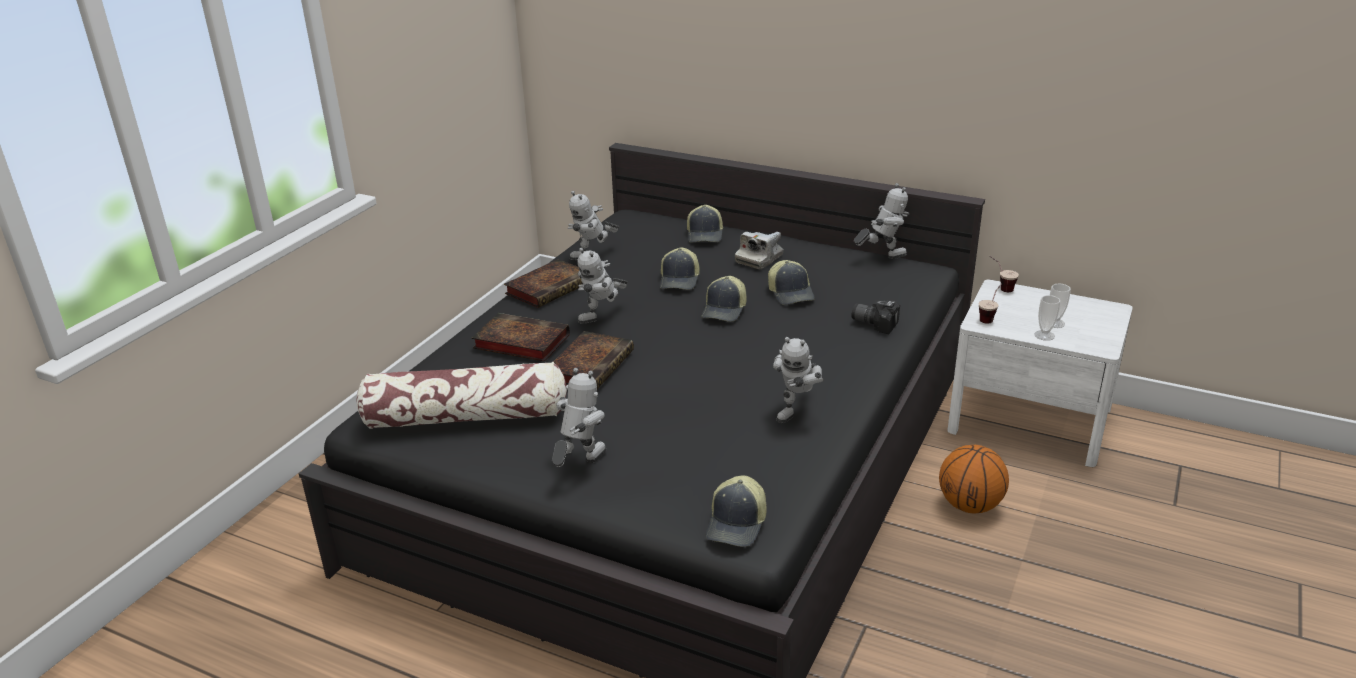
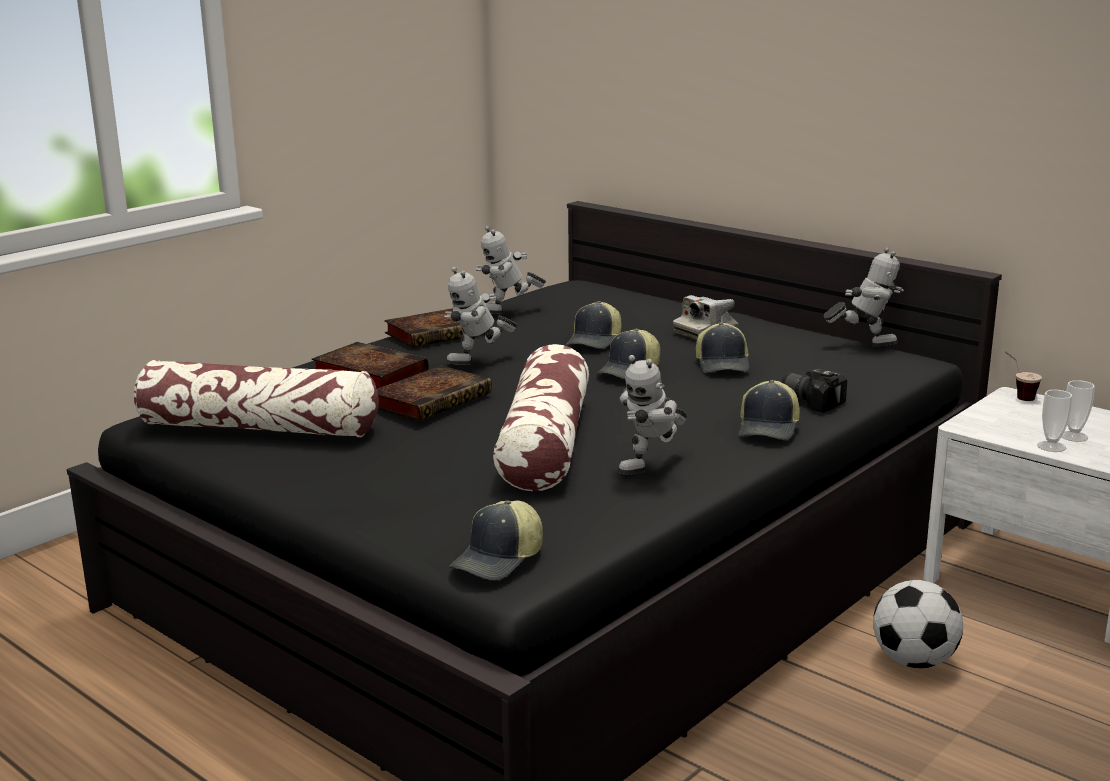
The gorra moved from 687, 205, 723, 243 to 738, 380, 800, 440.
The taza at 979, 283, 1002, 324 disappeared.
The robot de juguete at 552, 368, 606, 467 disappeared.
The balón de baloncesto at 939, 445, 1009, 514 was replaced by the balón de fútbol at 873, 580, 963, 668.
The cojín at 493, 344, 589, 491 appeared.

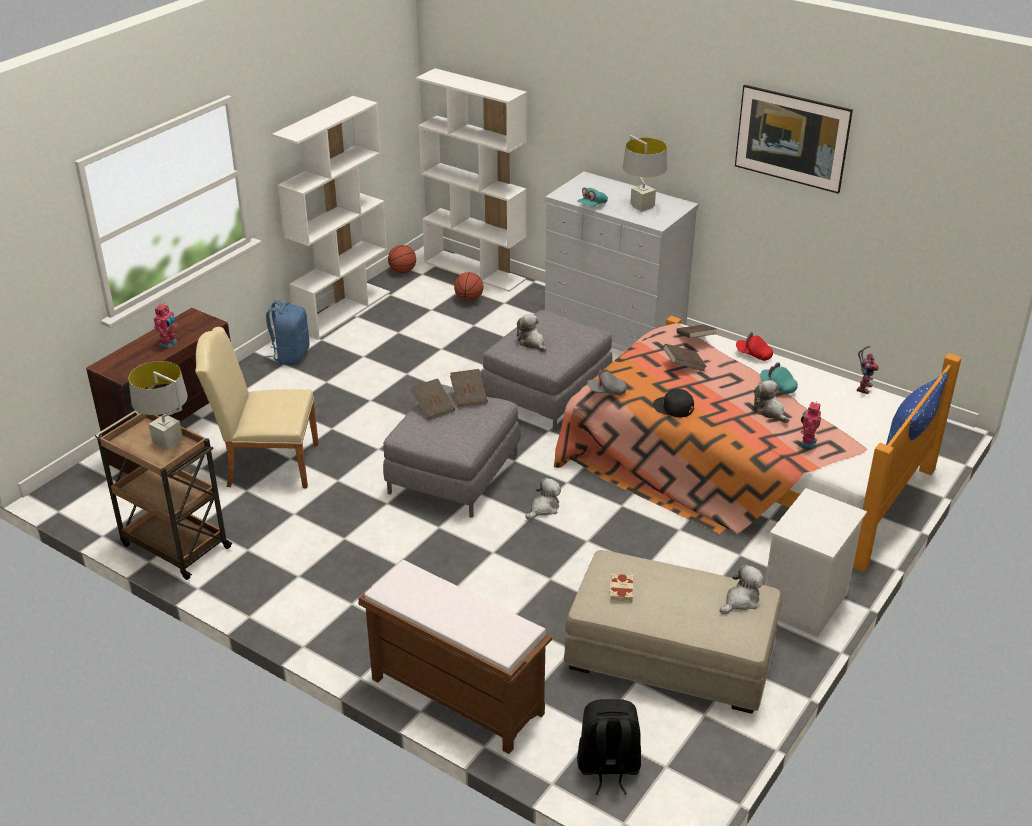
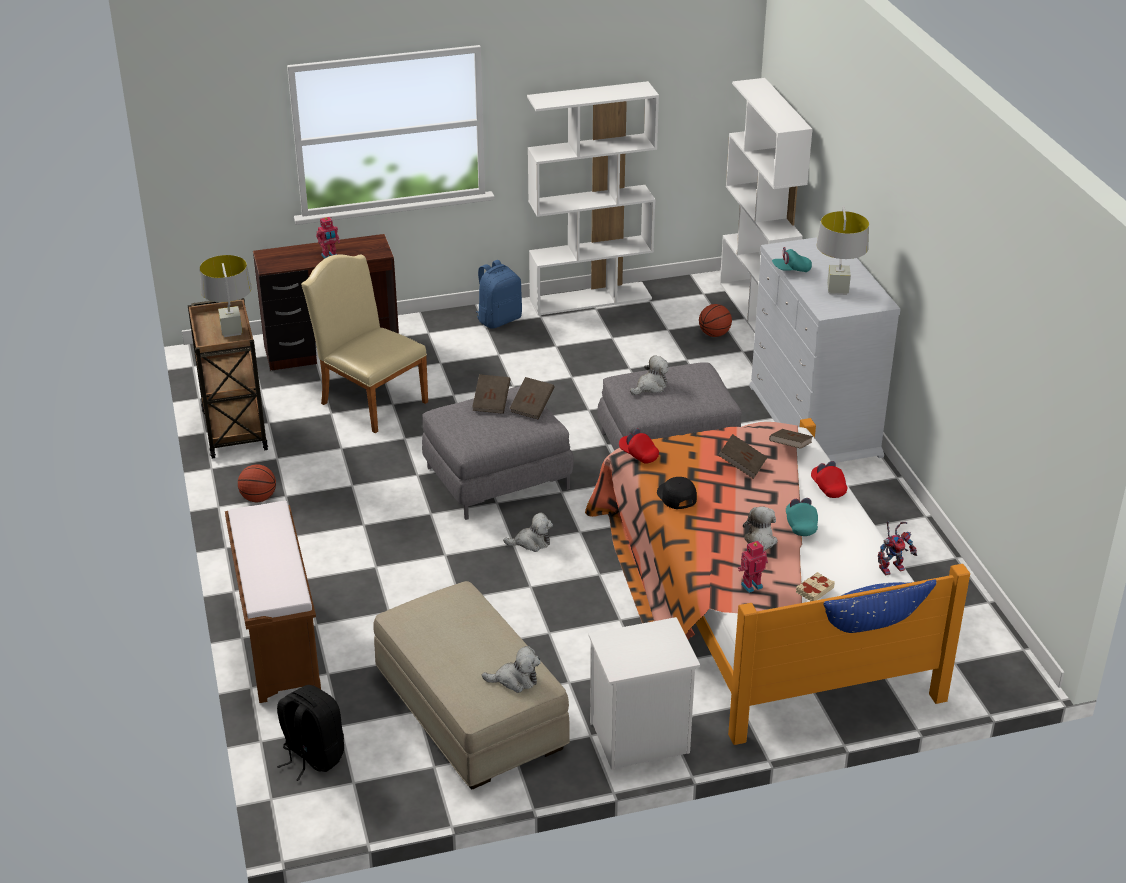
The cuadro at 735, 85, 853, 194 disappeared.
The balón de baloncesto moved from 388, 245, 416, 273 to 238, 464, 276, 502.
The peluche at 517, 314, 547, 352 turned 45 degrees clockwise.
The gorra [gris] at 587, 369, 627, 395 became the gorra [rojo] at 619, 429, 659, 464.
The libro [beis] moved from 609, 573, 634, 602 to 796, 572, 835, 601.

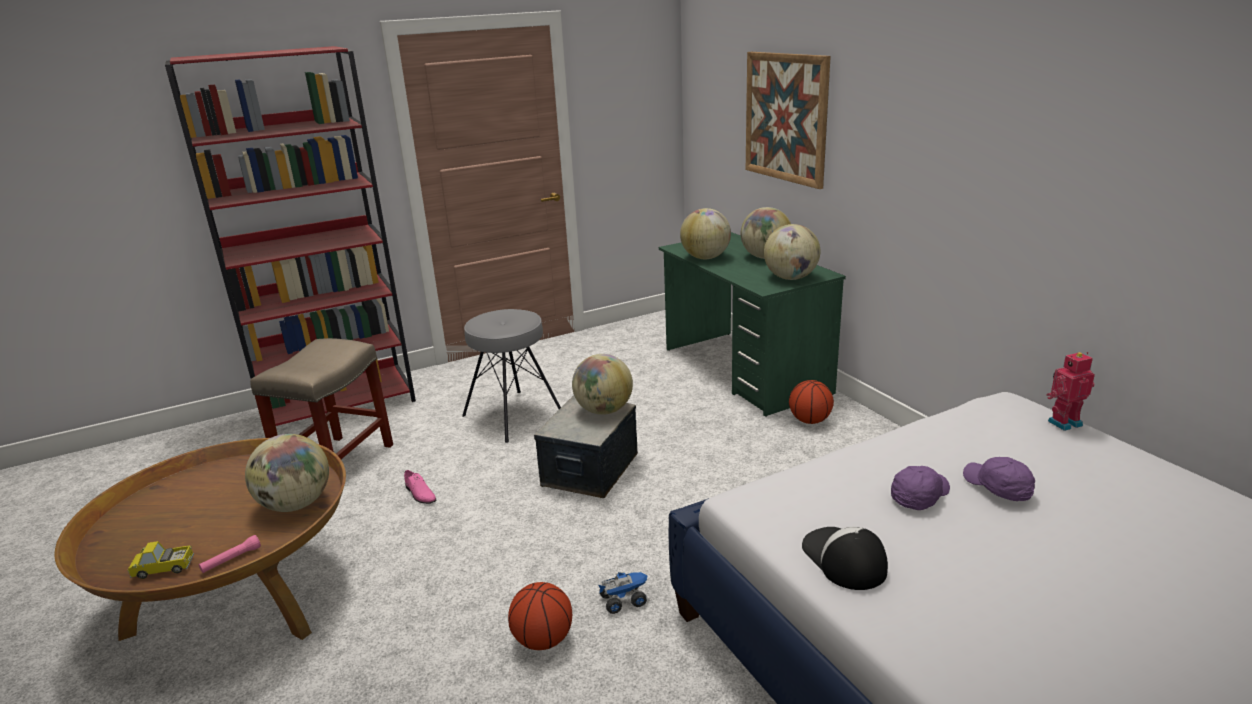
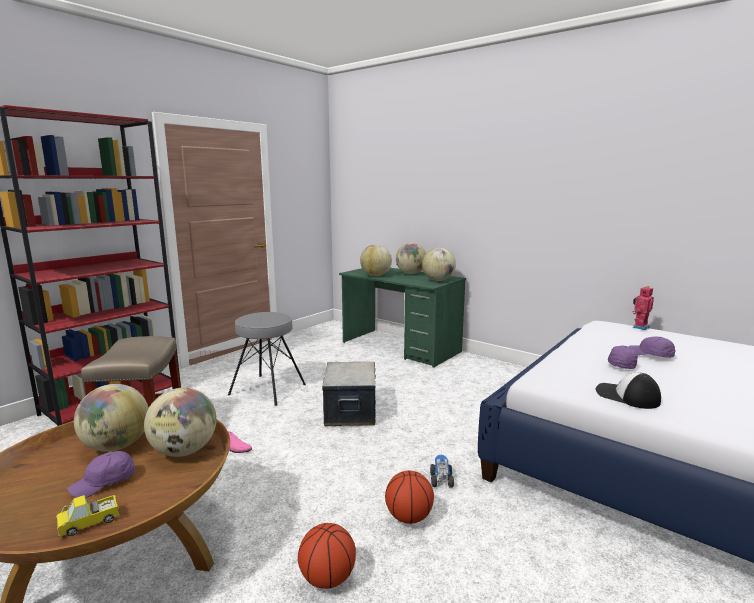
The cuadro at 746, 52, 831, 189 disappeared.
The globo terráqueo moved from 572, 354, 633, 415 to 74, 384, 148, 452.
The balón de baloncesto moved from 789, 380, 834, 424 to 298, 523, 356, 589.
The linterna [rosa] at 199, 535, 261, 573 disappeared.
The camión de juguete at 598, 572, 647, 614 turned 45 degrees counterclockwise.
The gorra [morado] at 67, 451, 135, 498 appeared.

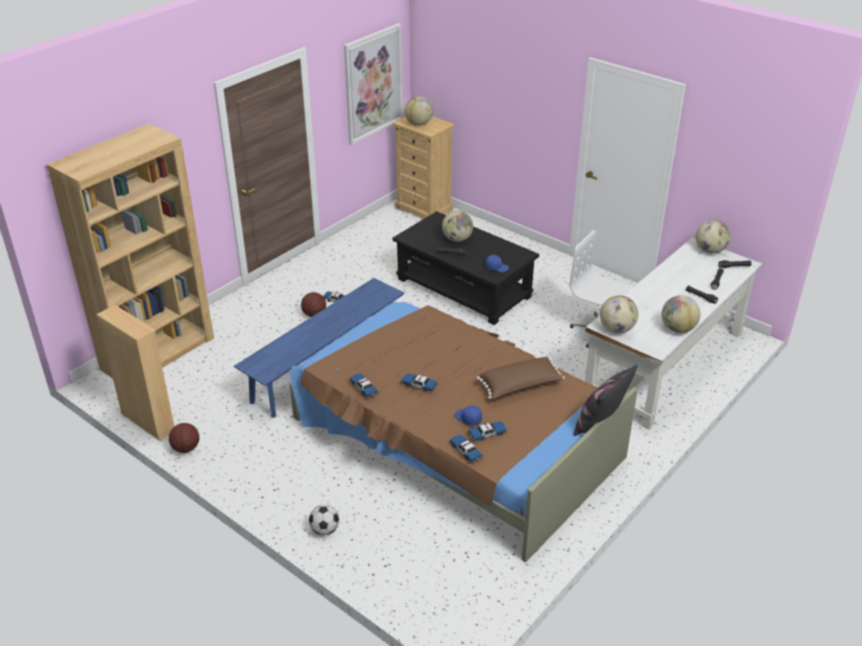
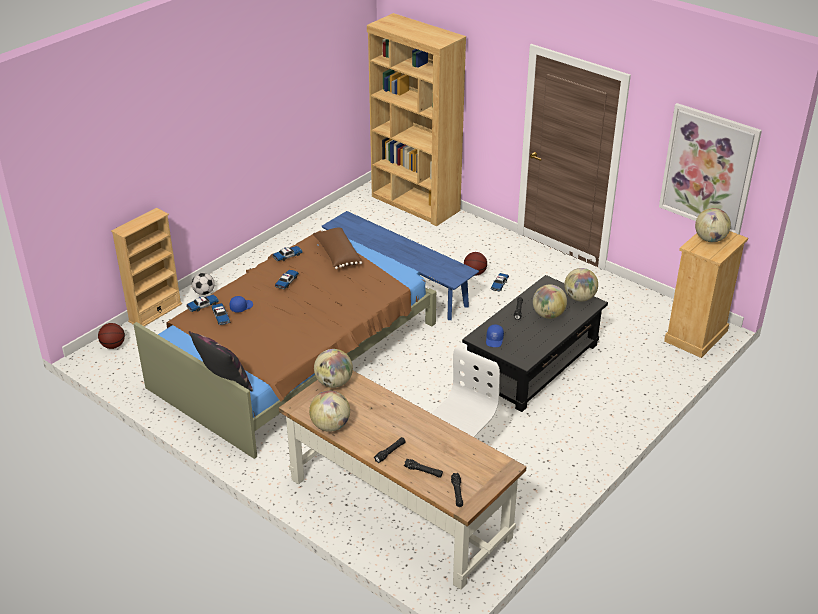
The globo terráqueo moved from 696, 220, 731, 253 to 564, 268, 598, 301.
The escritorio [blanco] at 585, 238, 762, 429 became the escritorio [marrón] at 279, 371, 527, 590.
The estantería [beis] moved from 96, 305, 174, 441 to 111, 208, 182, 326.
The cojín [marrón] moved from 477, 357, 565, 399 to 313, 227, 362, 269.
The balón de baloncesto moved from 169, 423, 199, 453 to 98, 323, 125, 349.

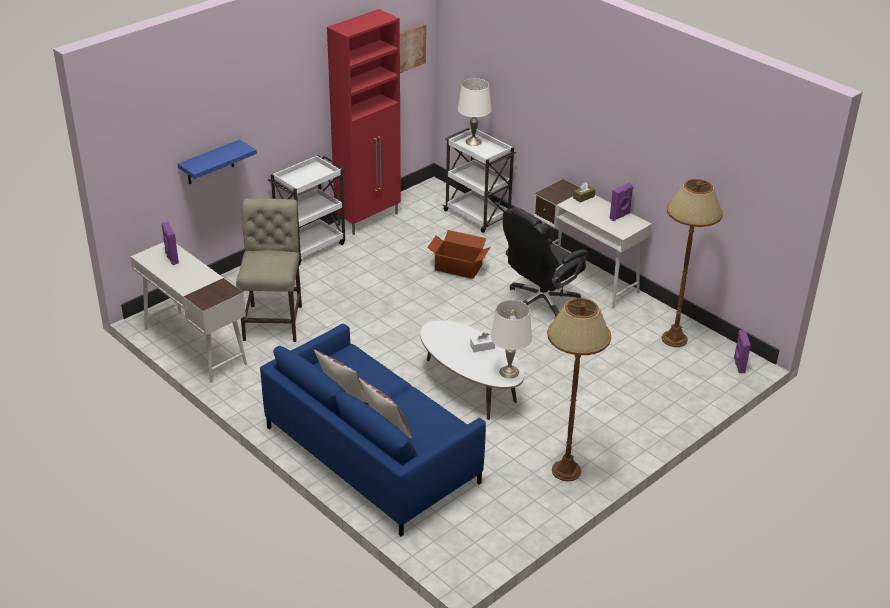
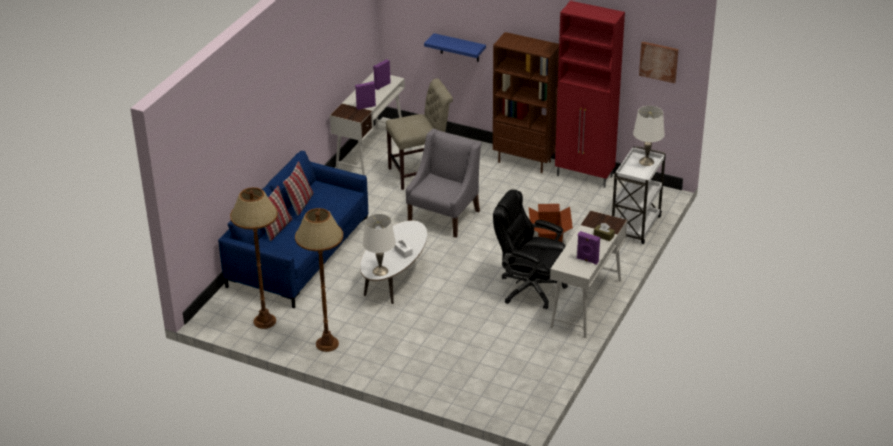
The carrito [blanco] at 268, 155, 345, 265 was replaced by the estantería [marrón] at 493, 32, 559, 173.
The lámpara de pie [marrón] moved from 662, 179, 723, 347 to 230, 187, 278, 329.
The altavoz [morado] moved from 734, 330, 751, 373 to 355, 81, 376, 110.
The sillón [gris] at 406, 129, 481, 238 appeared.

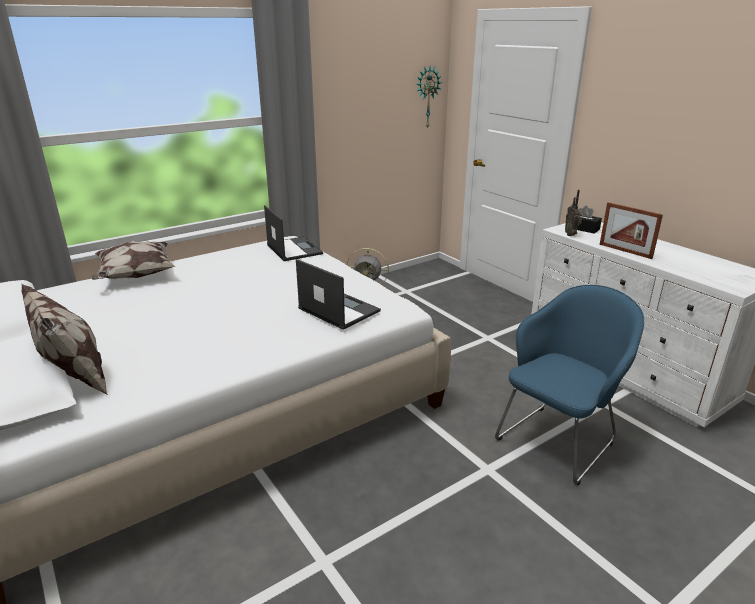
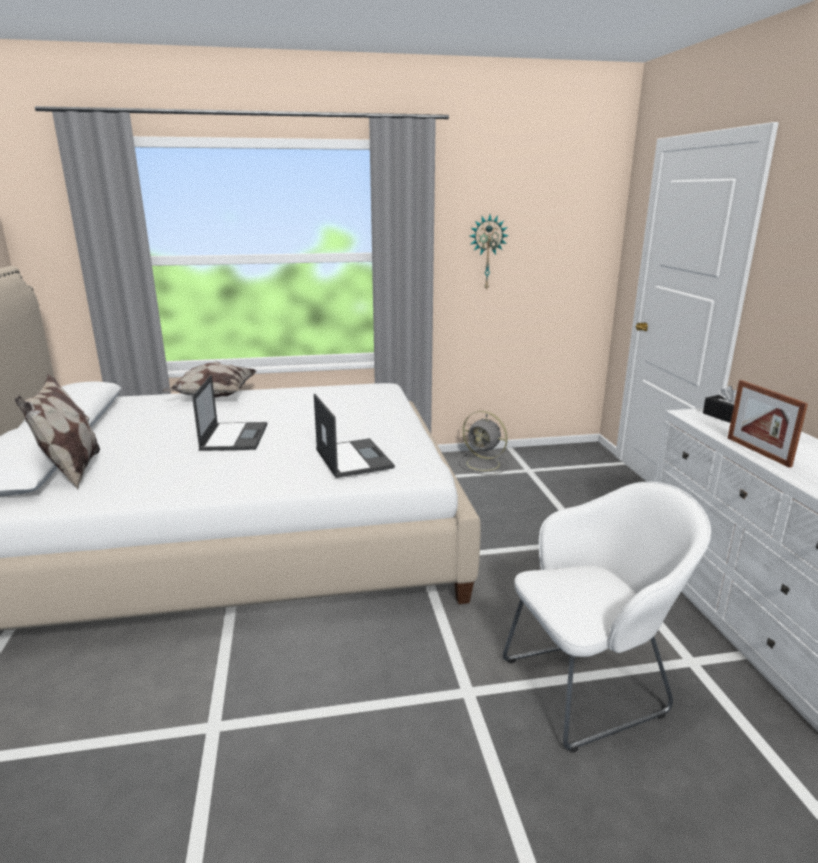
The reloj de pared moved from 416, 66, 442, 129 to 470, 215, 509, 291.
The radio at 565, 190, 582, 236 disappeared.
The portátil moved from 264, 205, 323, 261 to 192, 375, 267, 451.
The sillón [azul] at 495, 285, 644, 485 became the sillón [blanco] at 503, 482, 711, 753.

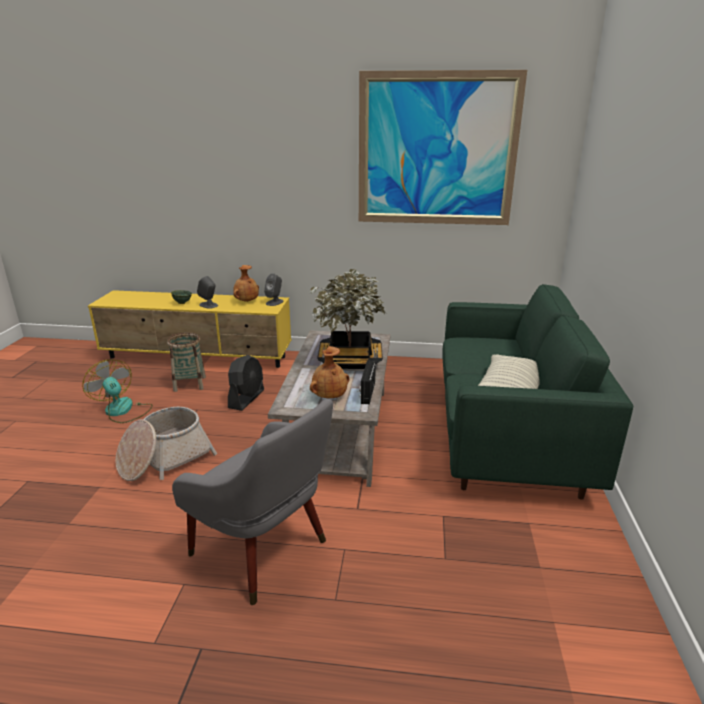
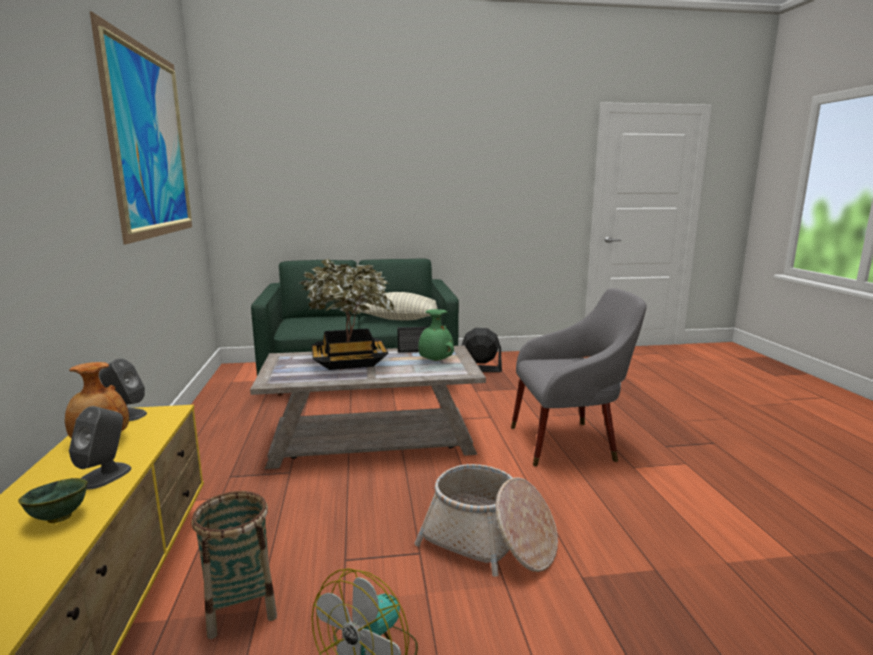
The florero [marrón] at 310, 346, 350, 398 became the florero [verde] at 418, 309, 454, 361.
The ventilador [negro] moved from 228, 355, 264, 411 to 461, 328, 502, 372.
The sillón [gris] at 172, 399, 333, 605 turned 60 degrees clockwise.

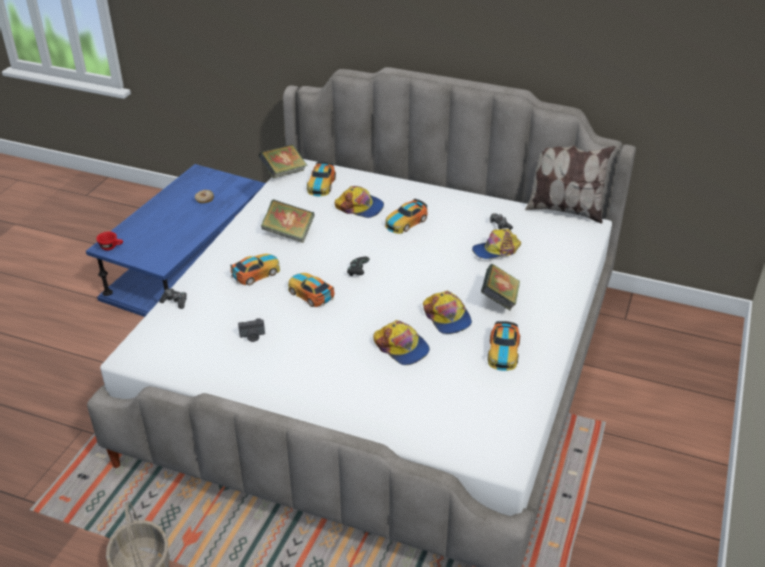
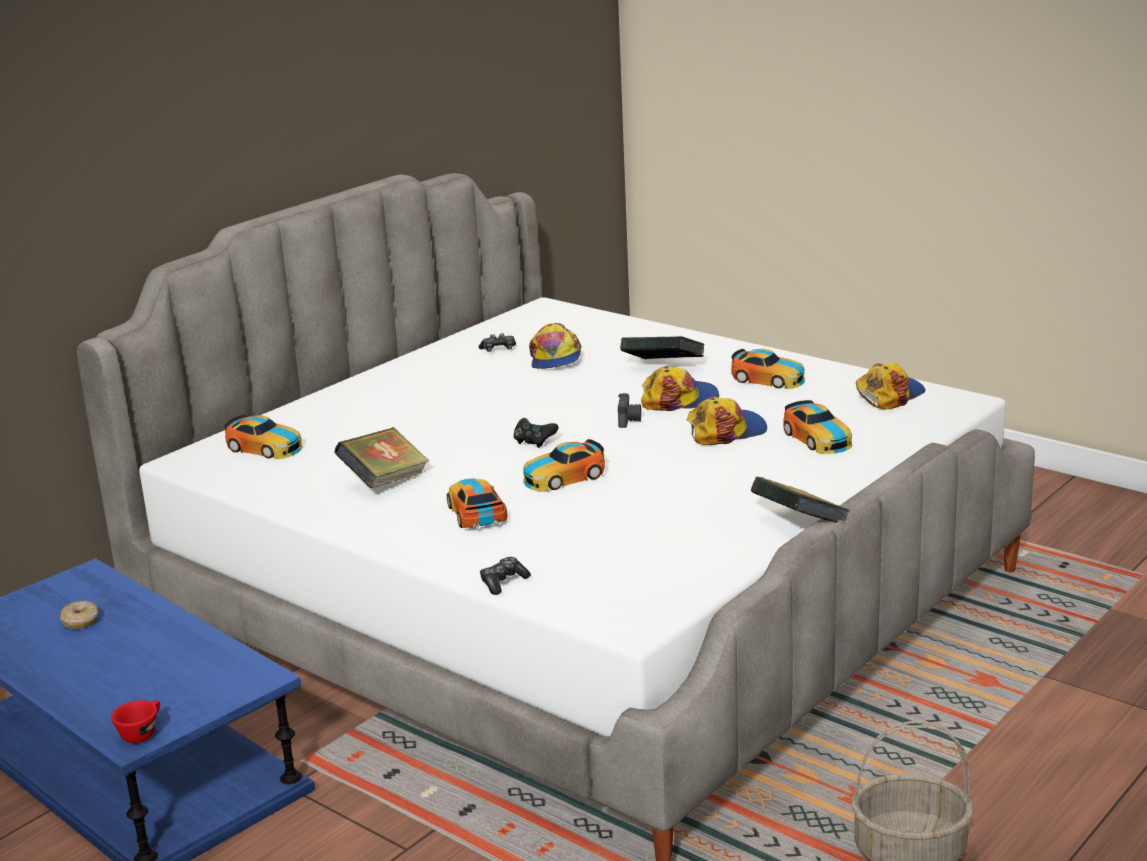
The libro moved from 258, 144, 307, 178 to 751, 477, 851, 524.
The cojín at 525, 145, 616, 223 disappeared.
The gorra moved from 335, 186, 384, 218 to 856, 363, 925, 410.
The coche de juguete moved from 385, 199, 428, 234 to 783, 400, 852, 454.
The cámara moved from 238, 318, 265, 342 to 618, 393, 641, 428.

